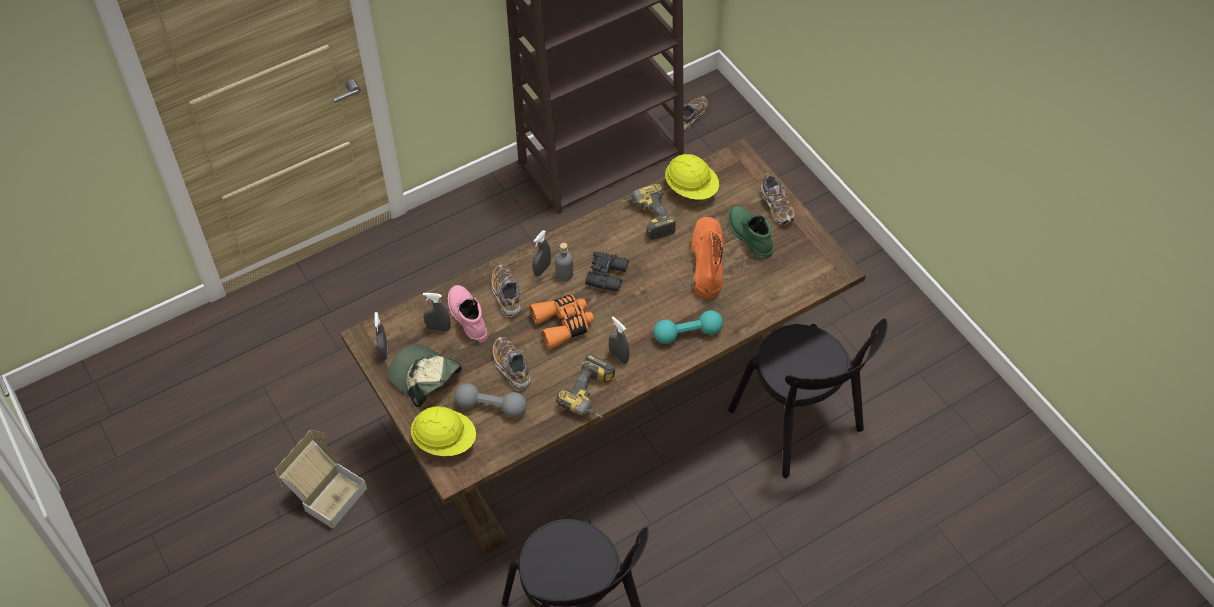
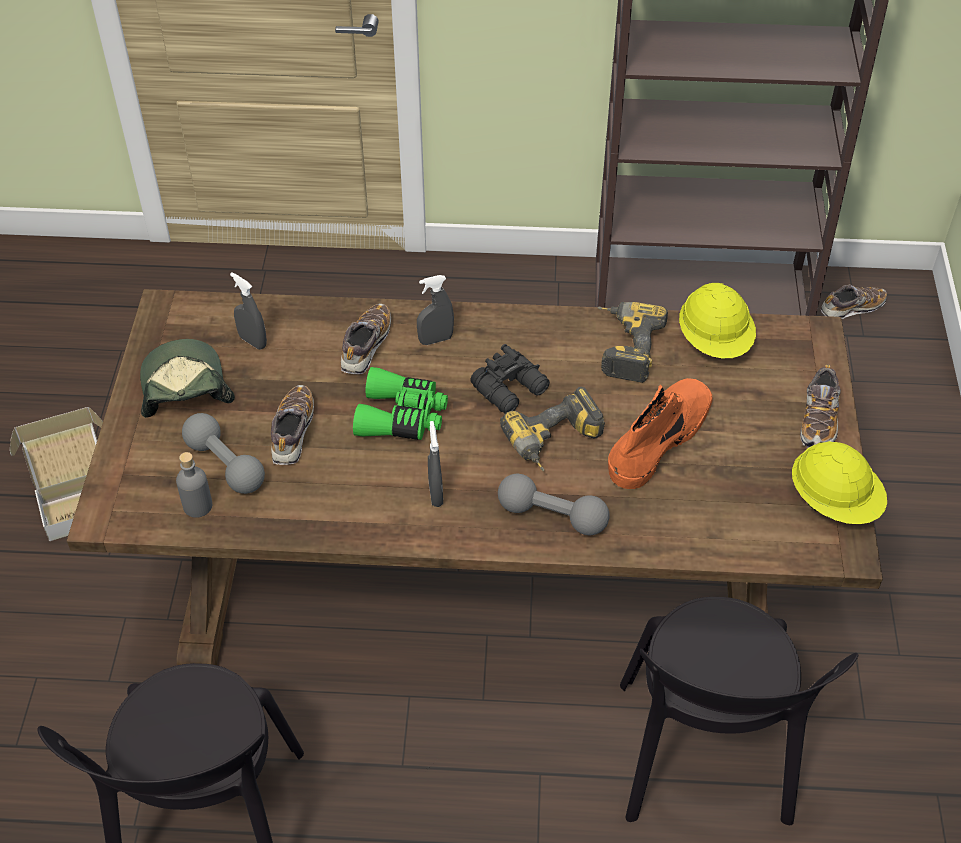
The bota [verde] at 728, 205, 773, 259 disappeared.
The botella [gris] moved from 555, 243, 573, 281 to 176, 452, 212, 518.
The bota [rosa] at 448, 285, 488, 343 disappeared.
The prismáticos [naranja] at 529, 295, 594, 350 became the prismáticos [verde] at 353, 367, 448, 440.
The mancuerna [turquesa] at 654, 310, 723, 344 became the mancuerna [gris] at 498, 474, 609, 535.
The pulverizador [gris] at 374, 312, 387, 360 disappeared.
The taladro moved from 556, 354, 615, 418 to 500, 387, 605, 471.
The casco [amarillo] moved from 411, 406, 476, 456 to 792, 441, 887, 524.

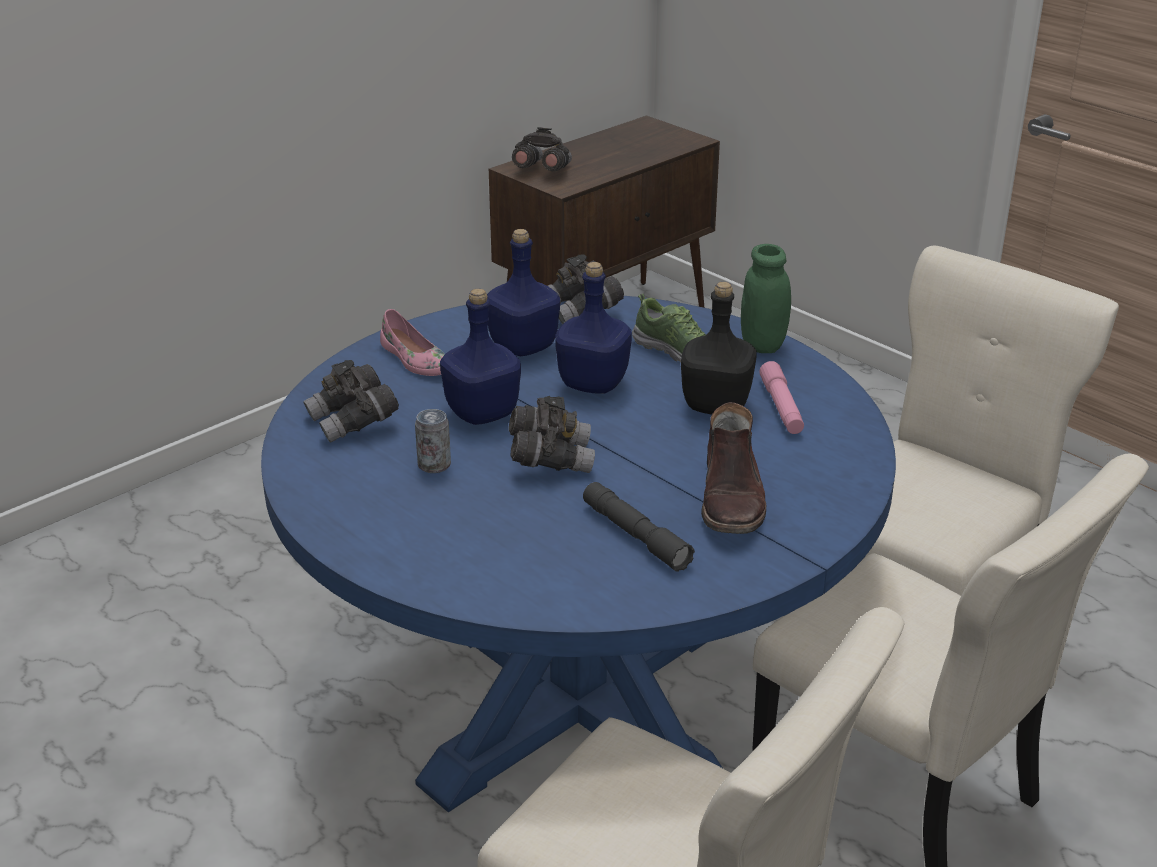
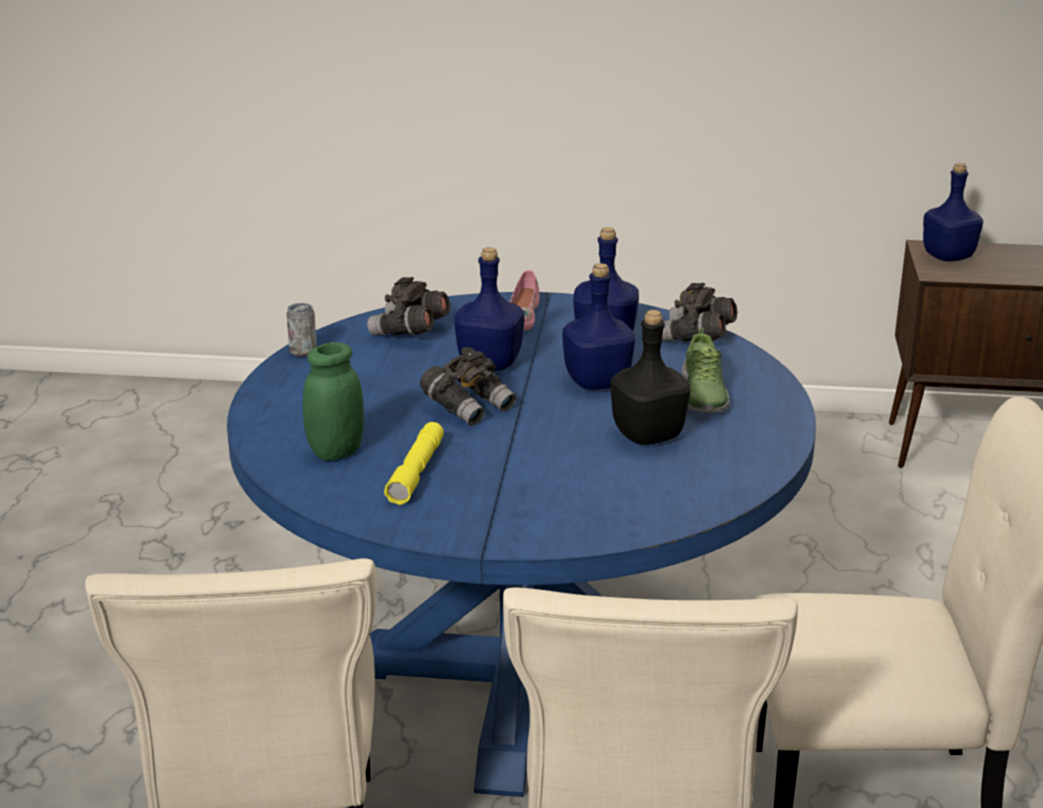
The prismáticos [gris] at 512, 127, 572, 171 was replaced by the botella [azul] at 923, 163, 983, 261.
The tarro [verde] moved from 741, 244, 791, 353 to 303, 342, 364, 461.
The linterna [rosa] at 759, 361, 804, 434 disappeared.
The bota [marrón] at 701, 402, 766, 534 disappeared.
The lata moved from 415, 409, 451, 473 to 286, 303, 317, 357.
The linterna [gris] at 583, 482, 695, 572 became the linterna [amarillo] at 384, 422, 444, 505.

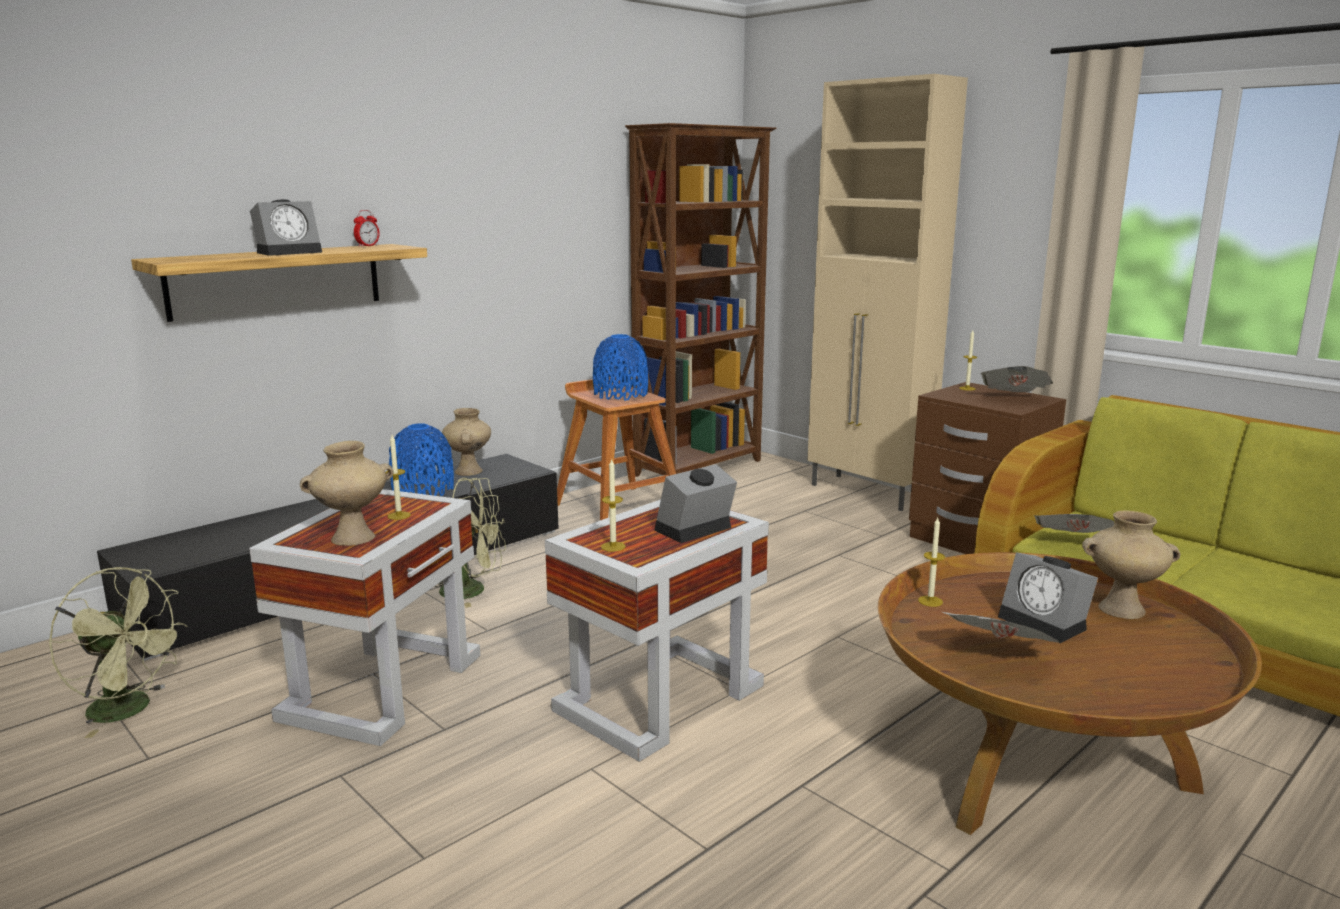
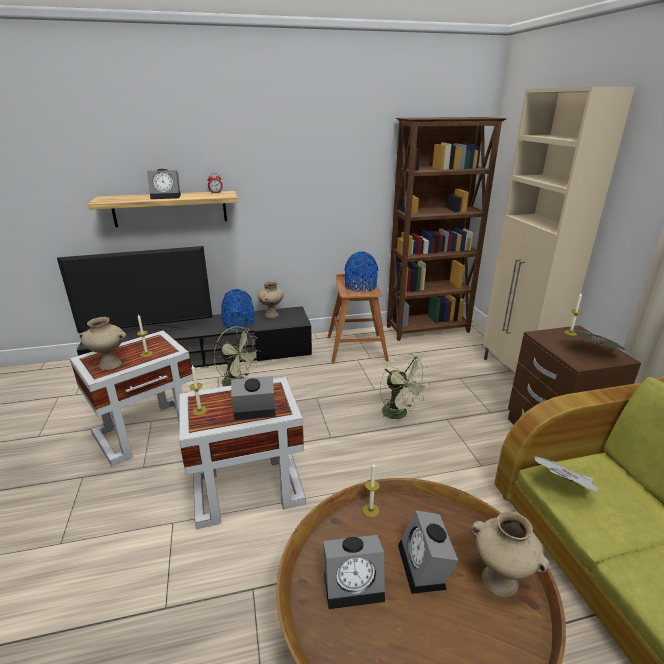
The ventilador [verde] moved from 49, 567, 188, 738 to 380, 353, 430, 425.
The periódico at 943, 612, 1060, 643 was replaced by the despertador at 323, 535, 385, 609.
The televisor at 57, 246, 213, 333 appeared.

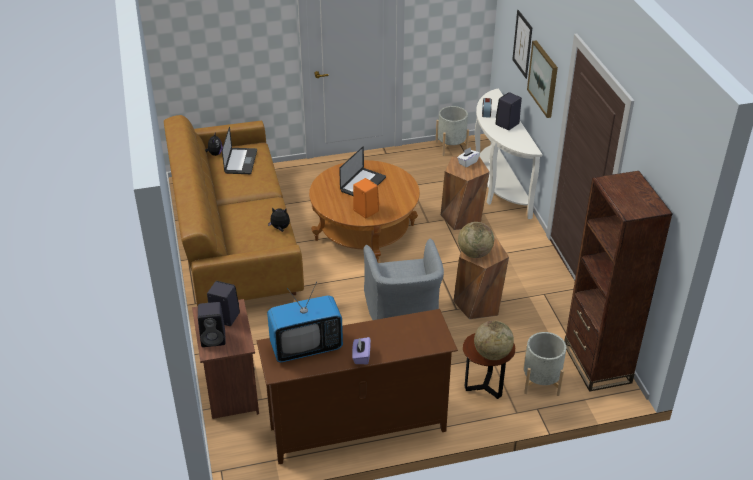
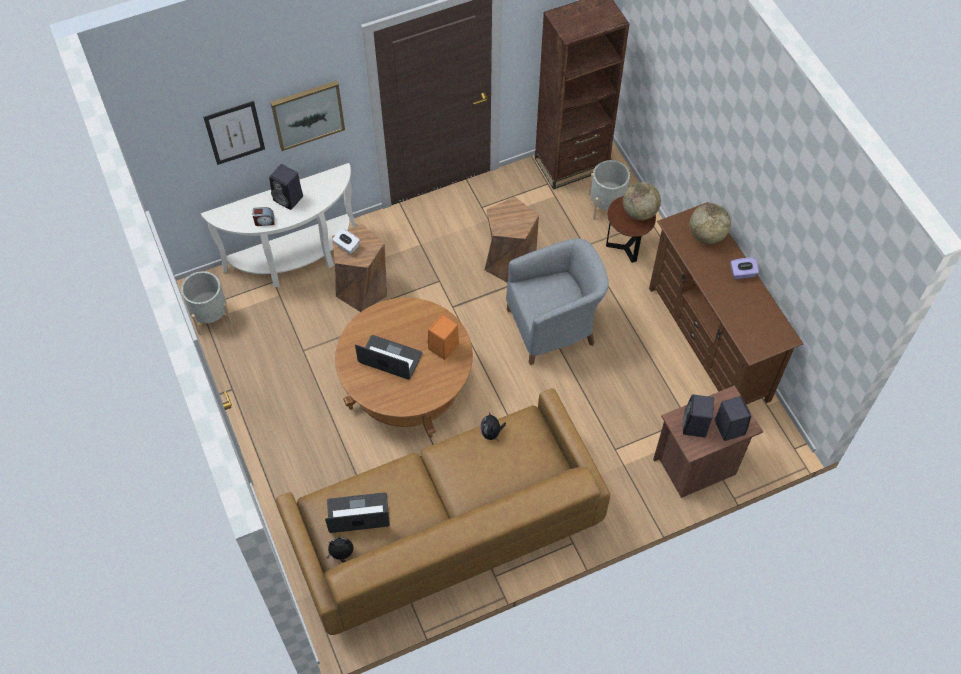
The globo terráqueo moved from 458, 222, 494, 258 to 690, 203, 731, 244.
The televisor at 267, 282, 343, 362 disappeared.

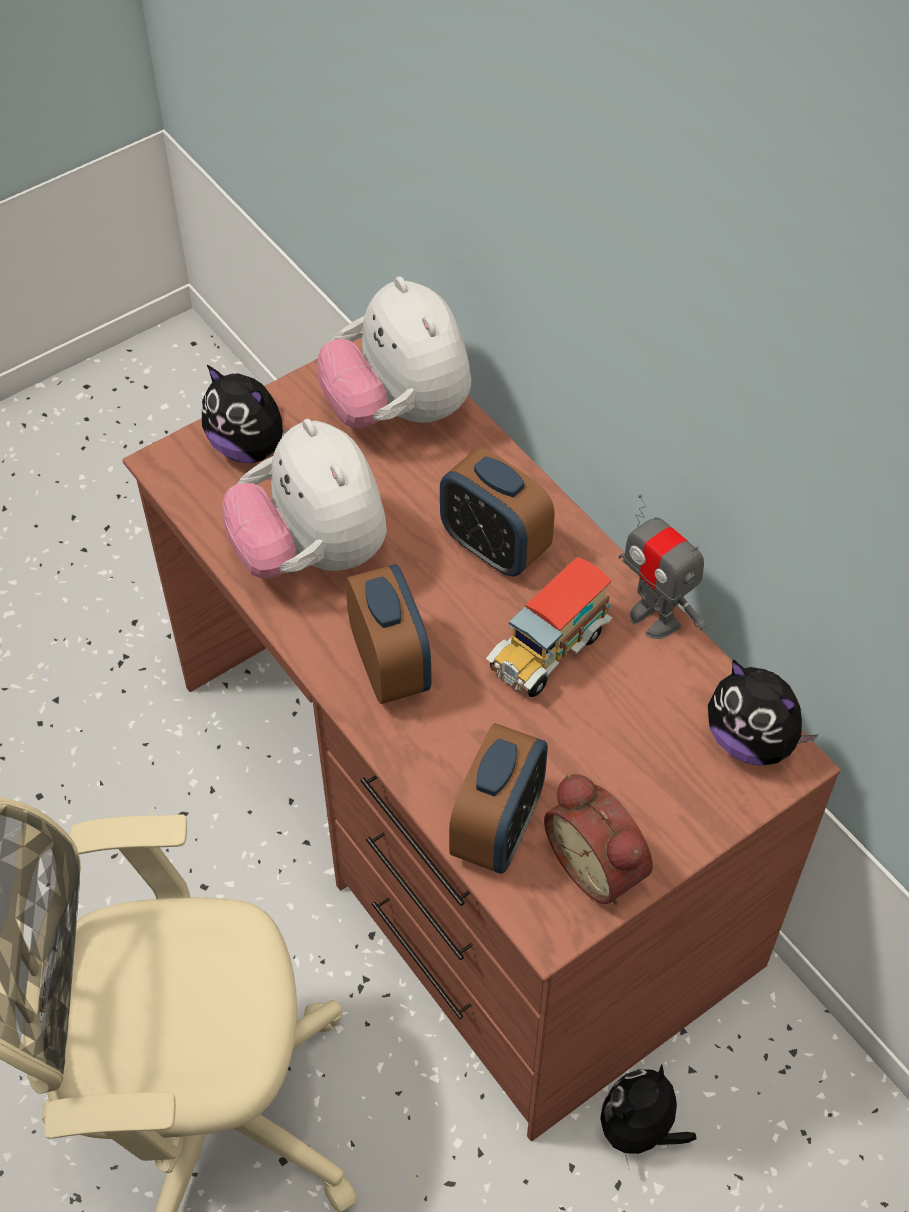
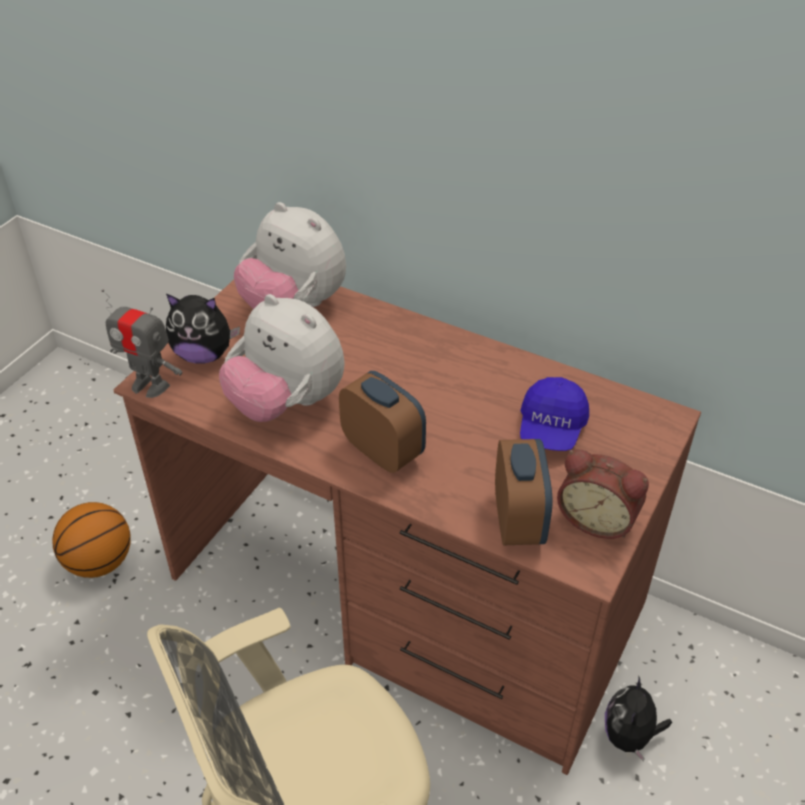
The despertador at 440, 448, 555, 577 disappeared.
The robot de juguete moved from 619, 494, 706, 639 to 102, 290, 182, 398.
The camión de juguete at 486, 557, 612, 697 disappeared.
The peluche at 708, 660, 818, 766 disappeared.
The gorra [azul] at 520, 377, 589, 451 appeared.
The balón de baloncesto at 52, 502, 131, 578 appeared.

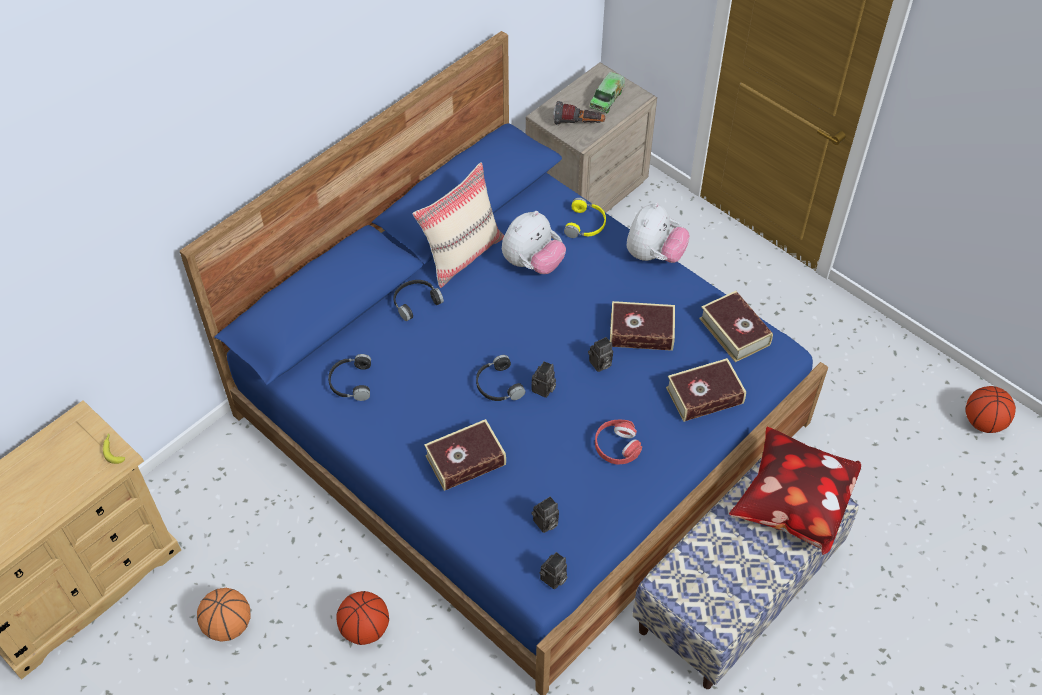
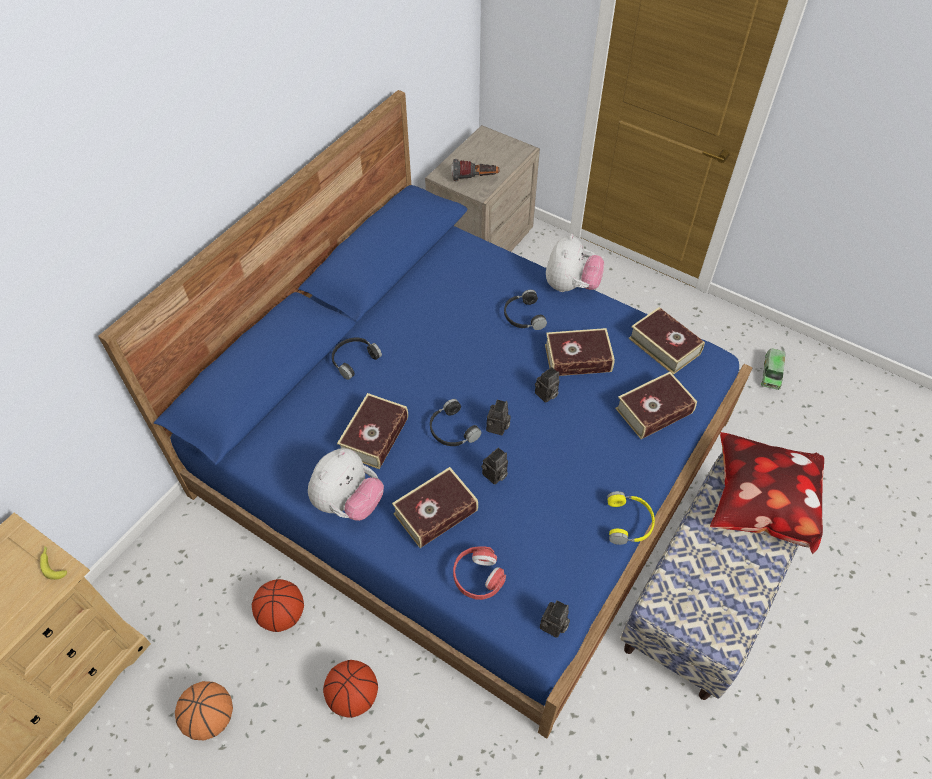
The camión de juguete moved from 589, 72, 625, 114 to 761, 348, 785, 390.
The cojín [beis] at 412, 162, 504, 288 disappeared.
The auriculares [amarillo] moved from 564, 198, 606, 238 to 607, 491, 655, 545.
The peluche moved from 502, 211, 566, 274 to 308, 448, 384, 521.
The auriculares [negro] moved from 328, 354, 371, 401 to 504, 290, 547, 330.
The balón de baloncesto moved from 965, 386, 1016, 433 to 252, 579, 304, 632.
The auriculares [rojo] moved from 595, 420, 642, 465 to 453, 546, 506, 600.
The cámara moved from 531, 496, 559, 533 to 481, 447, 508, 484.
The libro at 337, 393, 408, 469 appeared.

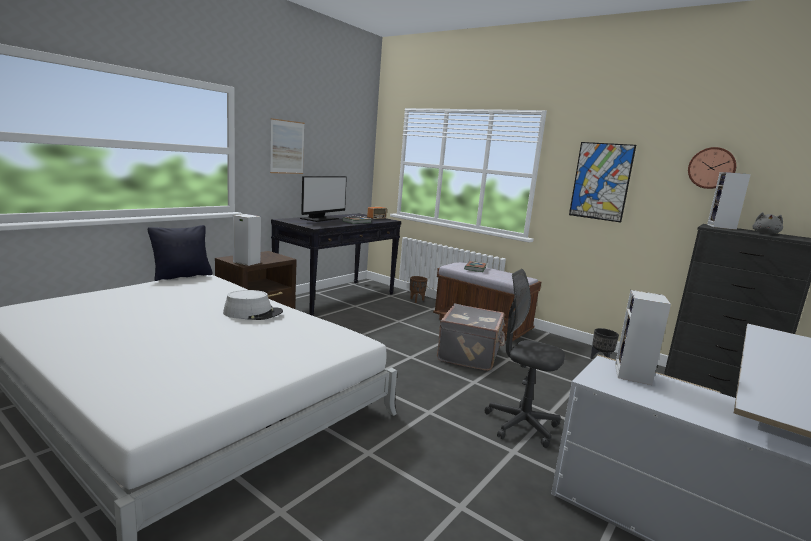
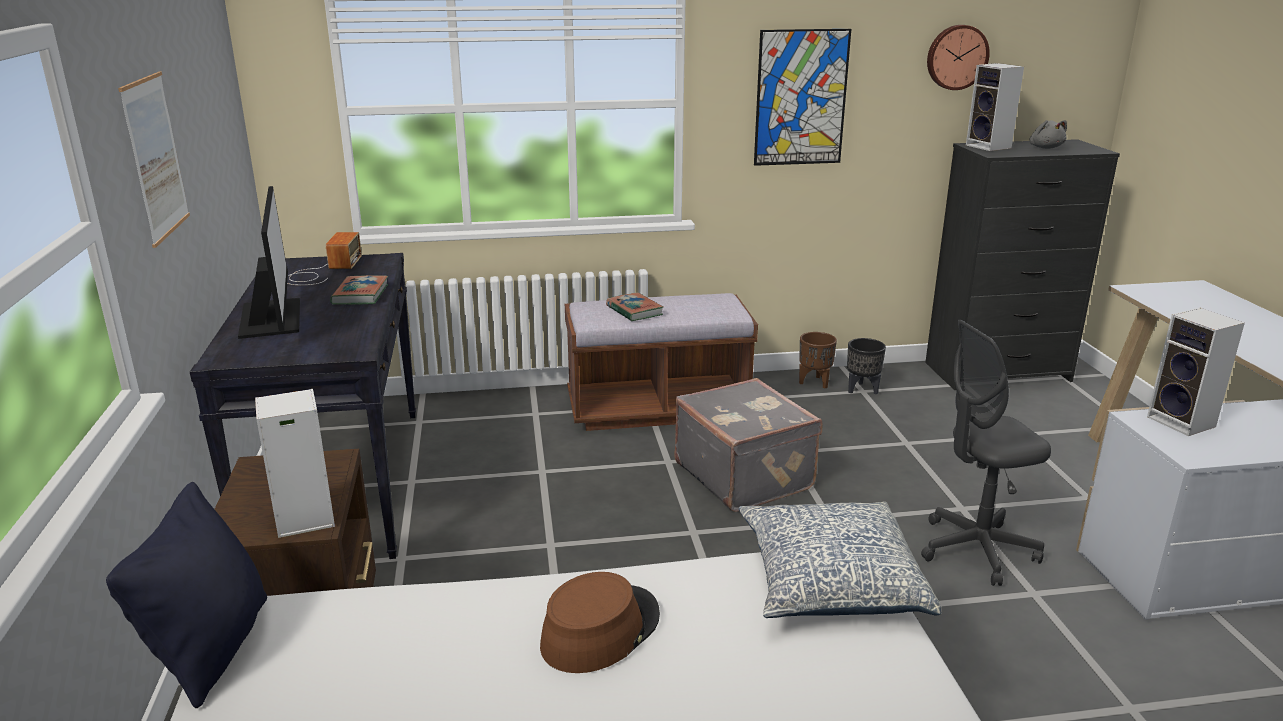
The maceta [marrón] moved from 410, 276, 428, 303 to 799, 332, 837, 388.
The sombrero [gris] at 223, 290, 283, 320 became the sombrero [marrón] at 540, 572, 660, 673.
The cojín at 739, 501, 941, 618 appeared.

